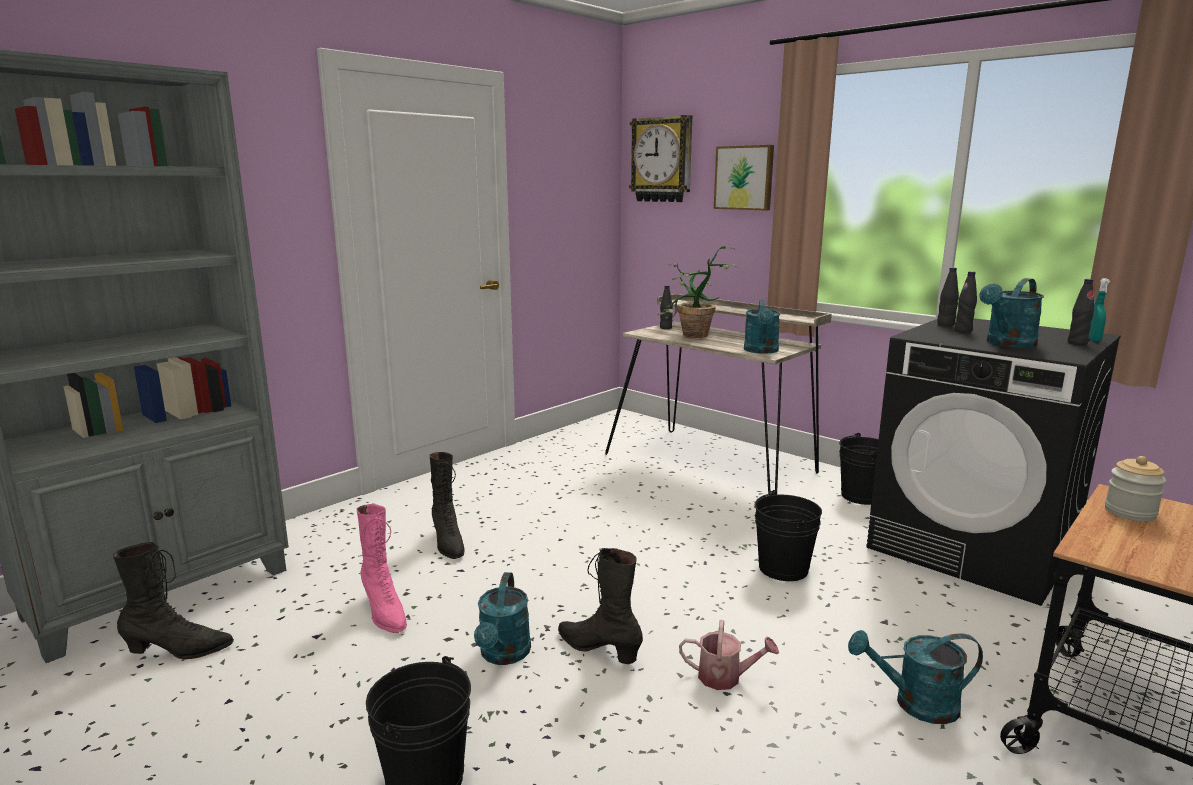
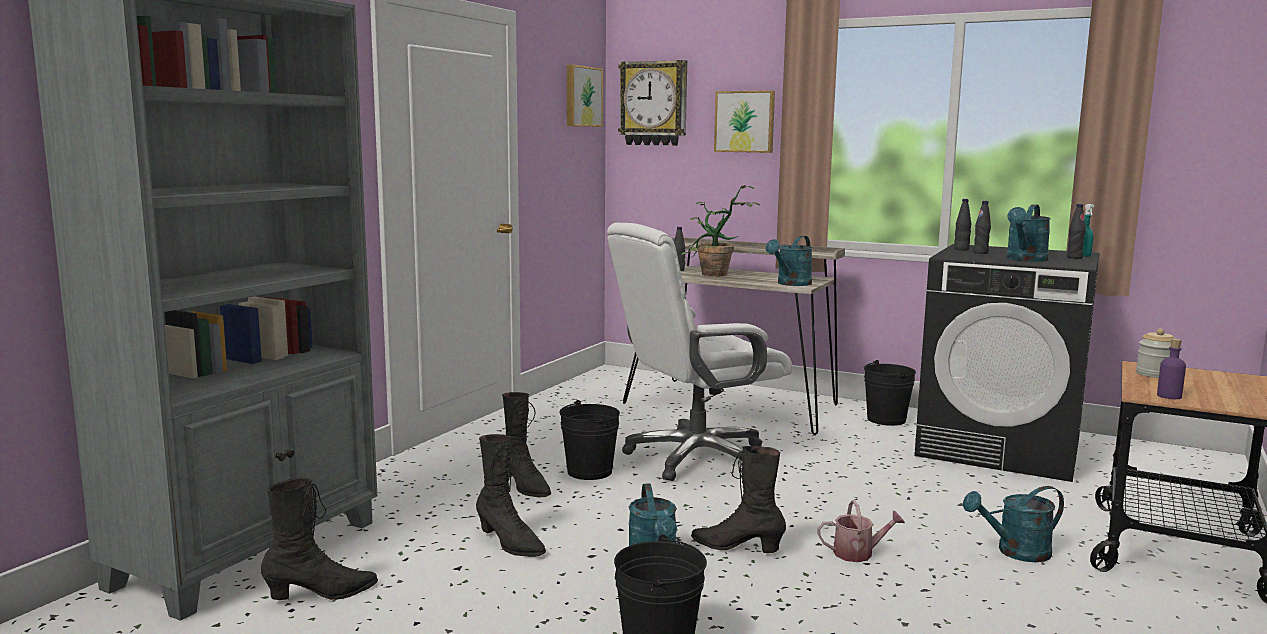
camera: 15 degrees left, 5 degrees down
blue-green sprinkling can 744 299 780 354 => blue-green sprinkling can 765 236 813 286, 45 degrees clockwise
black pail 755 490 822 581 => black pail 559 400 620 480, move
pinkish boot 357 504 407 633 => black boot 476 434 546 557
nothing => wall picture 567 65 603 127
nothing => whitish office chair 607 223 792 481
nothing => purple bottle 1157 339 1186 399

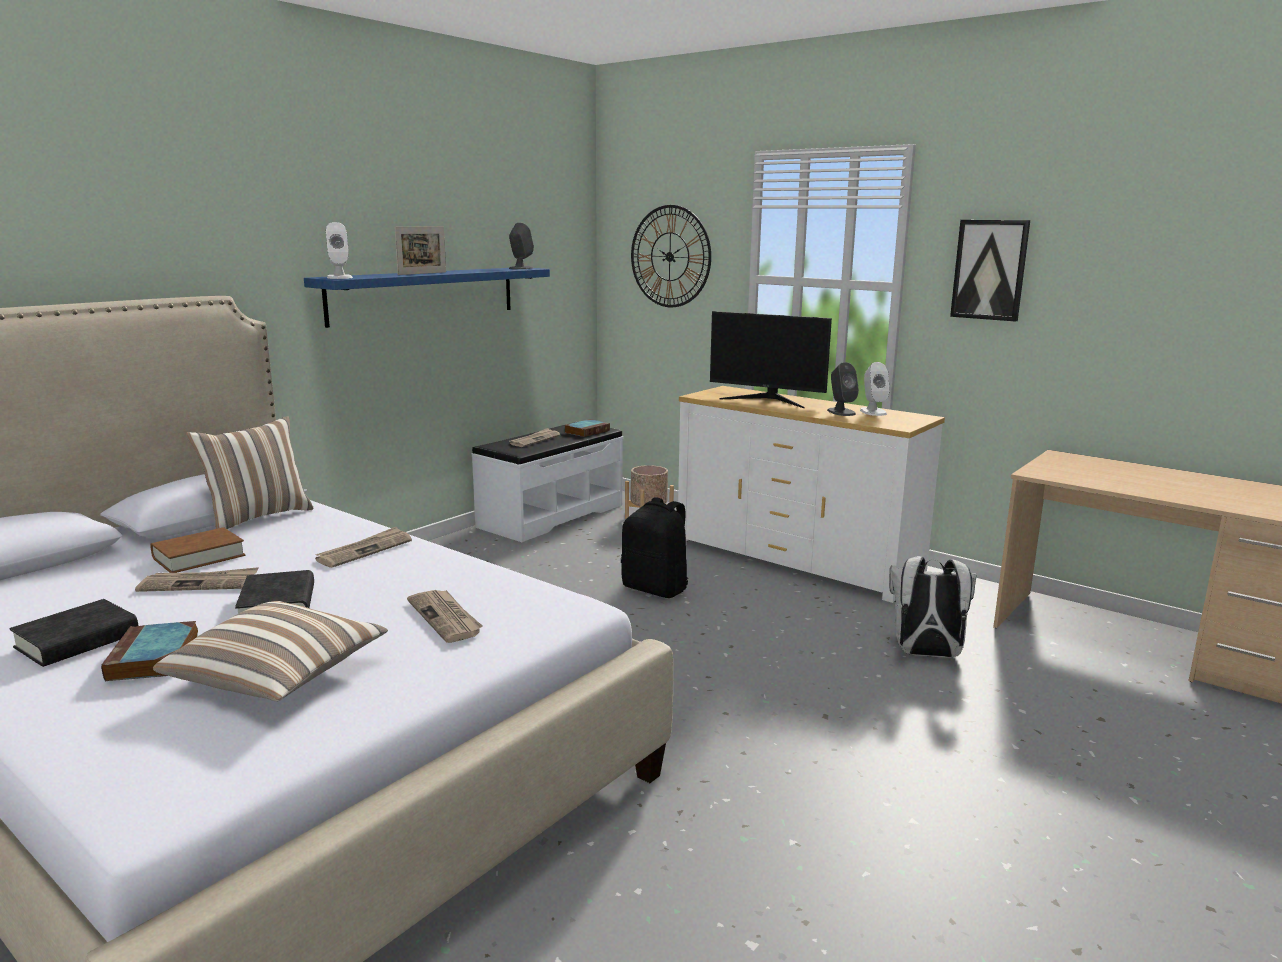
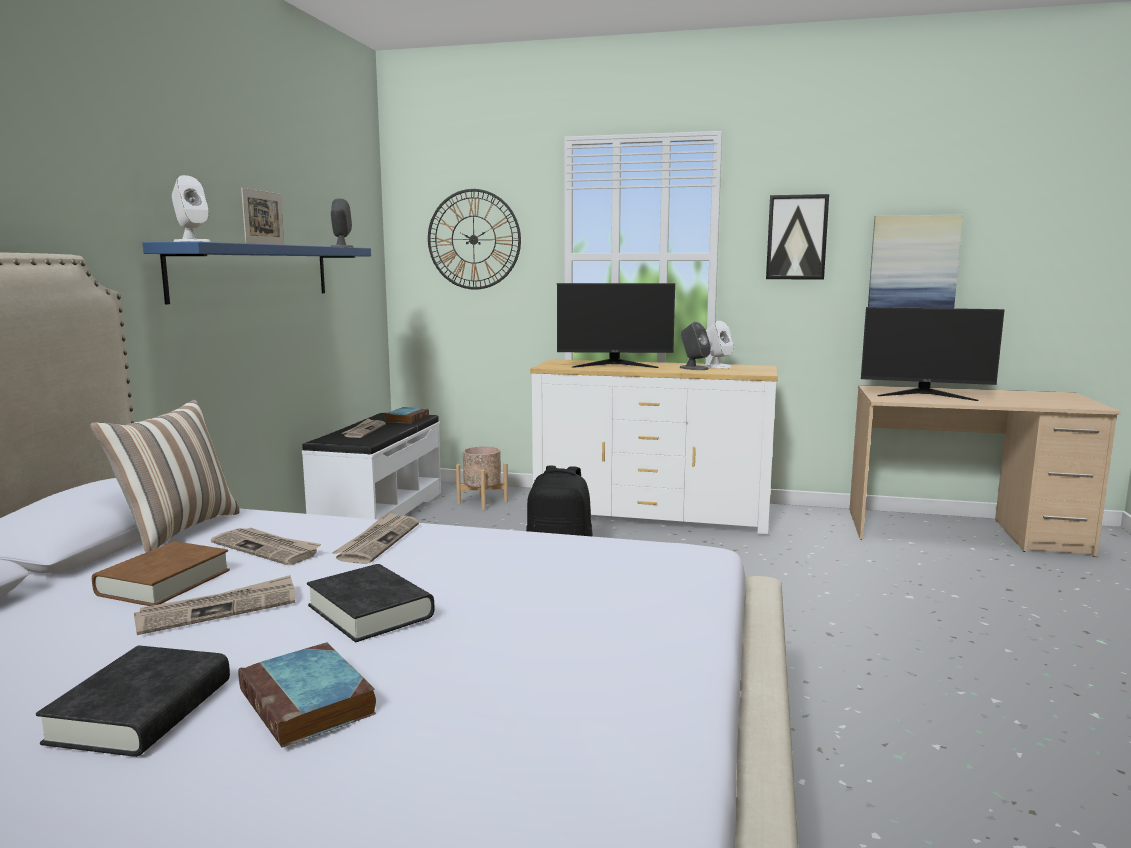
camera: 25 degrees left, 5 degrees down
whitish knapsack 889 556 977 658 => nothing
daily paper 407 590 482 643 => daily paper 211 528 321 565, move
cushion 153 601 388 701 => nothing
nothing => wall picture 868 215 963 308
nothing => computer screen 861 307 1005 401

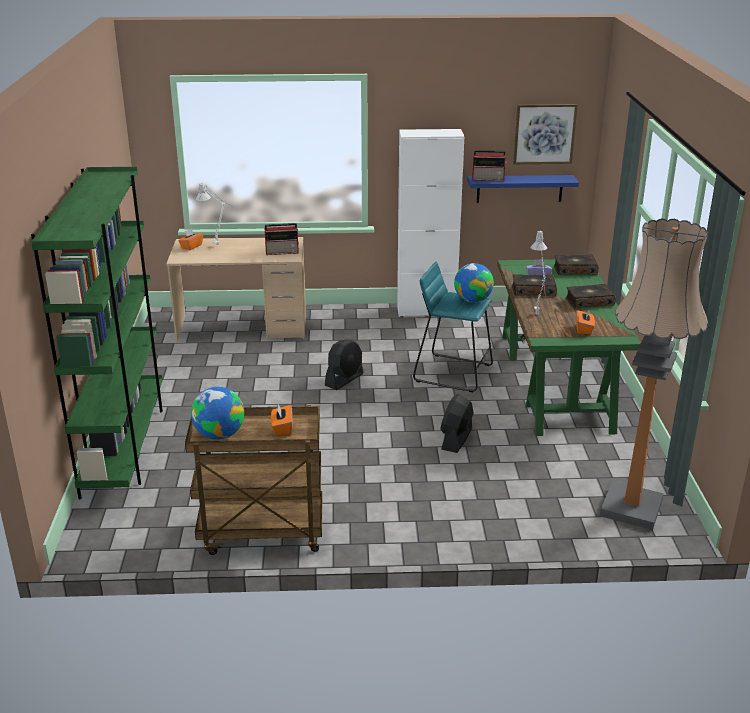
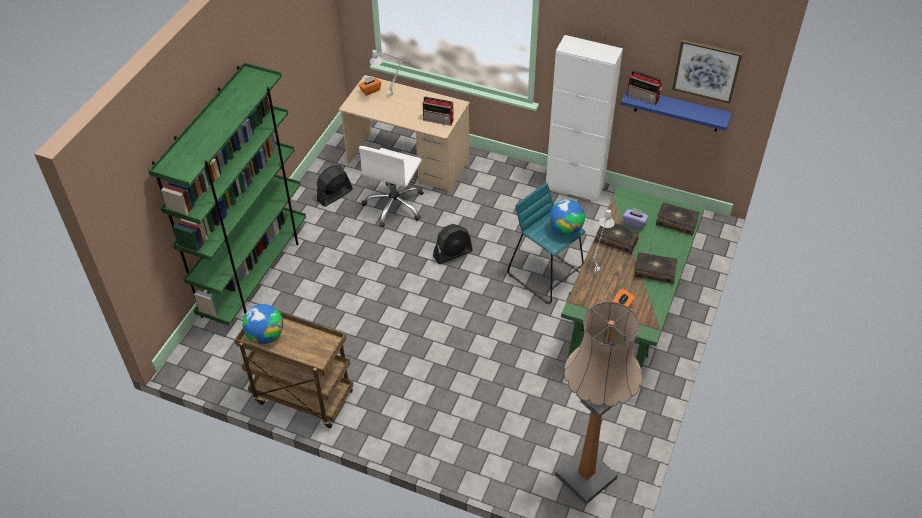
camera: 25 degrees right, 20 degrees up
black fan 440 394 473 453 => black fan 317 165 353 207, move
orange tissue box 271 404 293 436 => nothing
nothing => whitish office chair 359 146 423 227

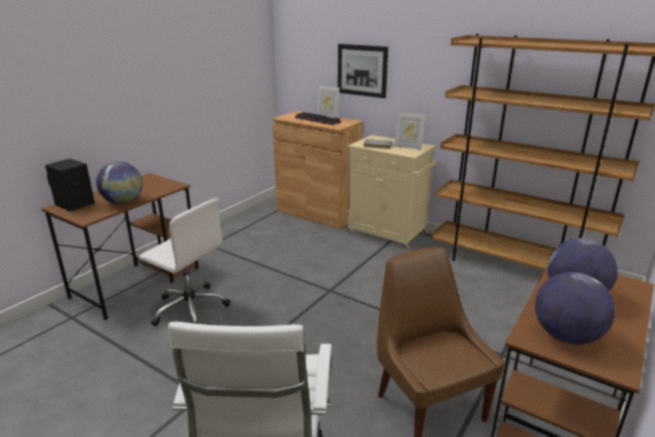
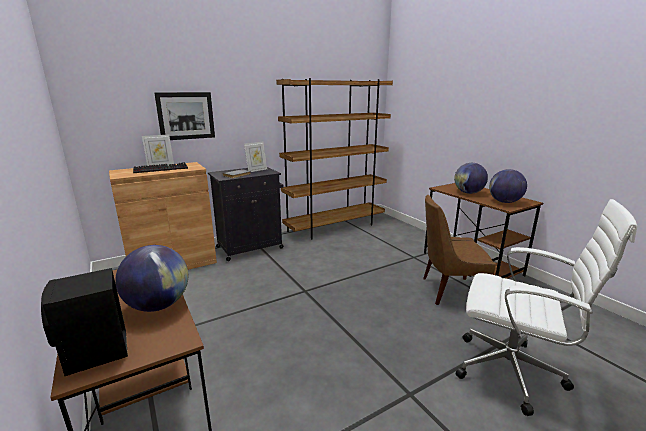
camera: 65 degrees left, 5 degrees down
sand-coloured storage cabinet 346 135 437 250 => black storage cabinet 208 167 284 261
whitish office chair 138 199 230 326 => nothing

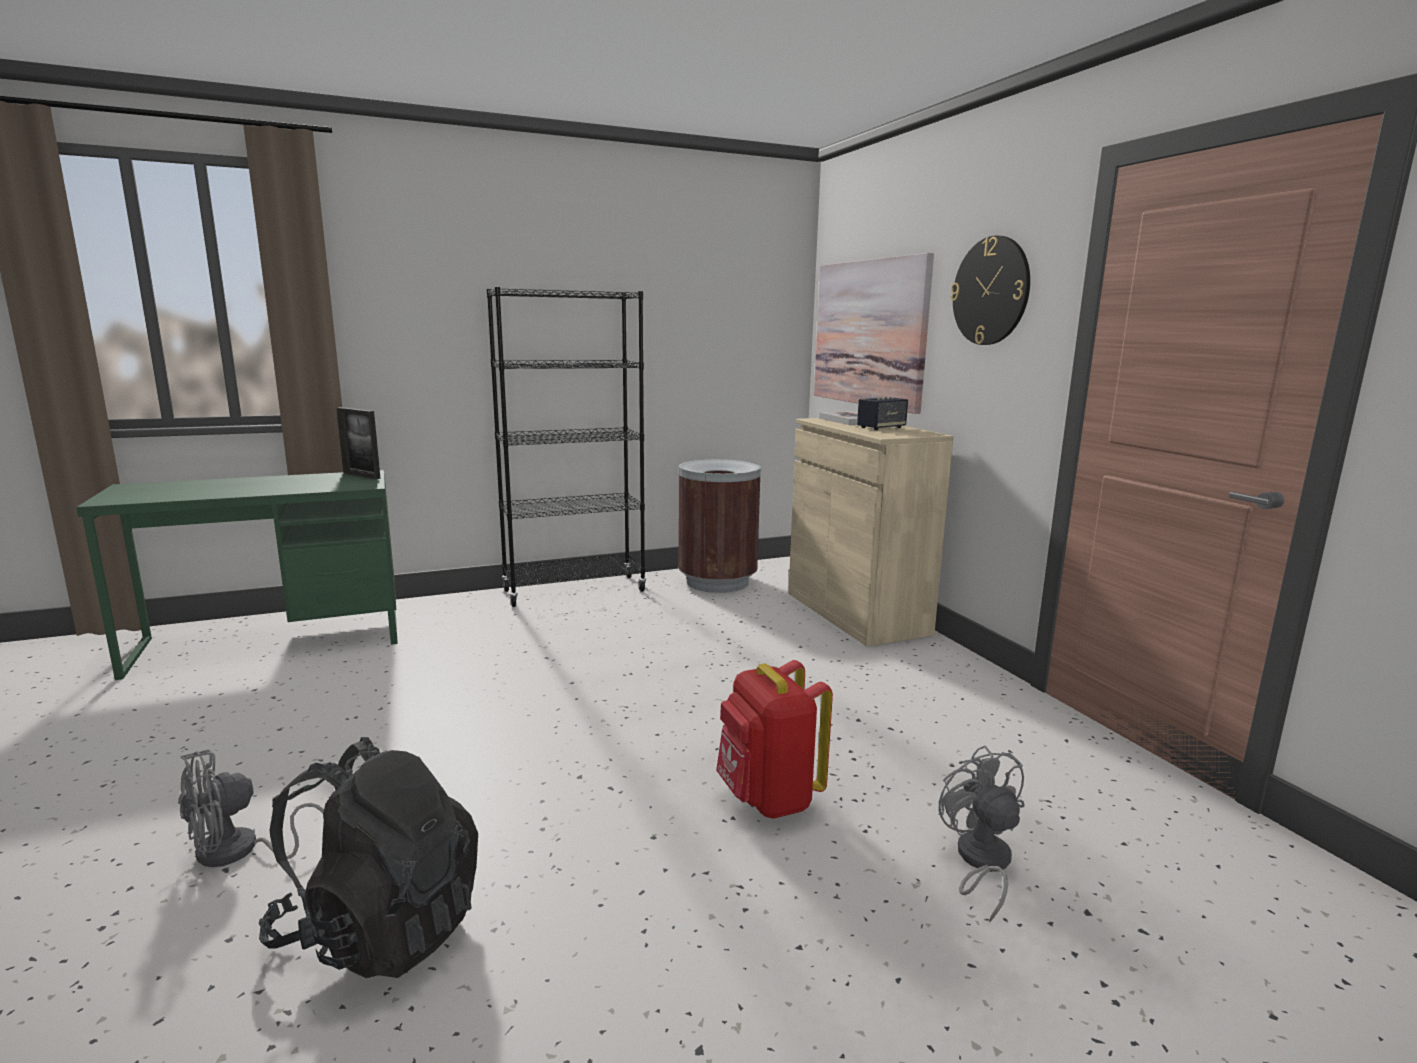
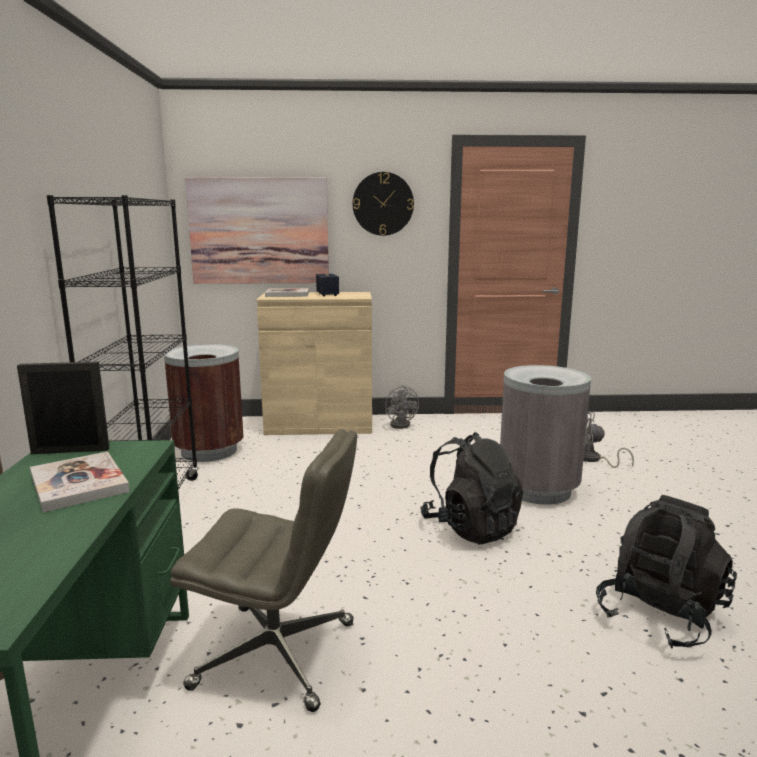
camera: 70 degrees left, 0 degrees up
standing frame 336 407 381 479 => standing frame 17 362 110 454, 150 degrees counterclockwise
red-coloured knapsack 716 660 833 819 => greyish rubbish bin 500 365 591 505
greyish fan 178 749 324 867 => greyish fan 385 385 419 429, move
nothing => greyish office chair 170 429 357 712
nothing => black knapsack 421 432 523 544
nothing => volume 30 451 130 512

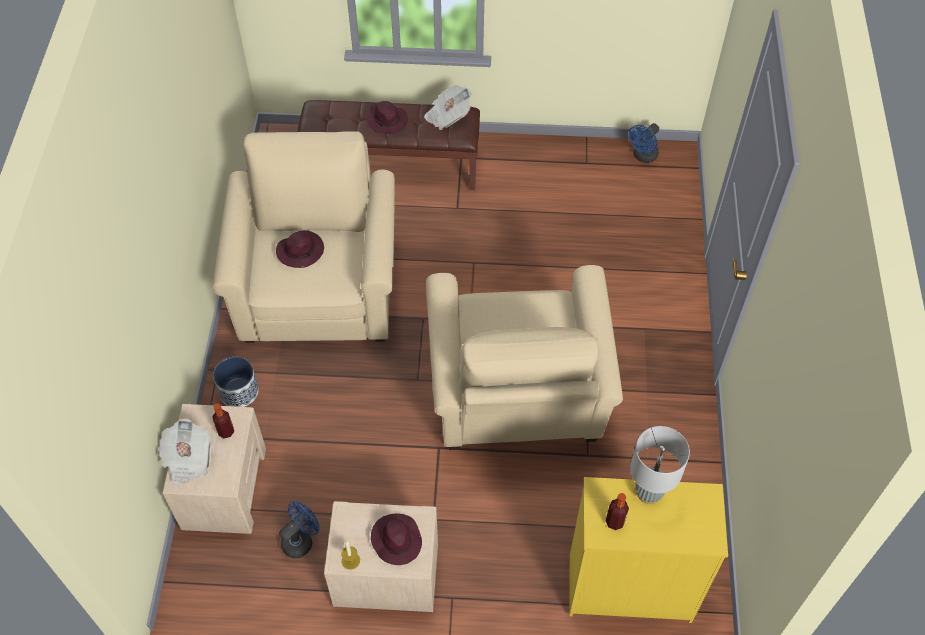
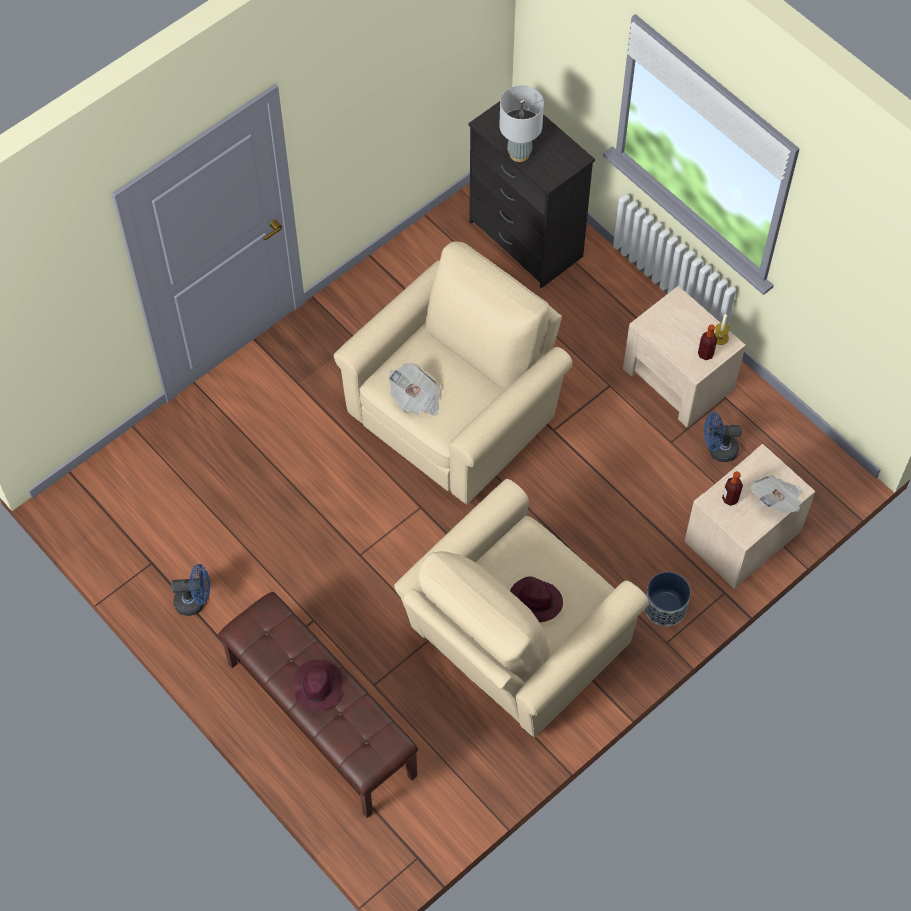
camera: 135 degrees left, 5 degrees up
daily paper 424 85 471 130 => daily paper 389 363 441 416, move
blue fan 629 123 659 163 => blue fan 171 564 210 616, move
yellowish chest of drawers 569 477 728 623 => black chest of drawers 469 101 595 288
bottle 606 493 629 530 => bottle 698 324 717 360, move
purple clothing hat 371 513 422 565 => nothing

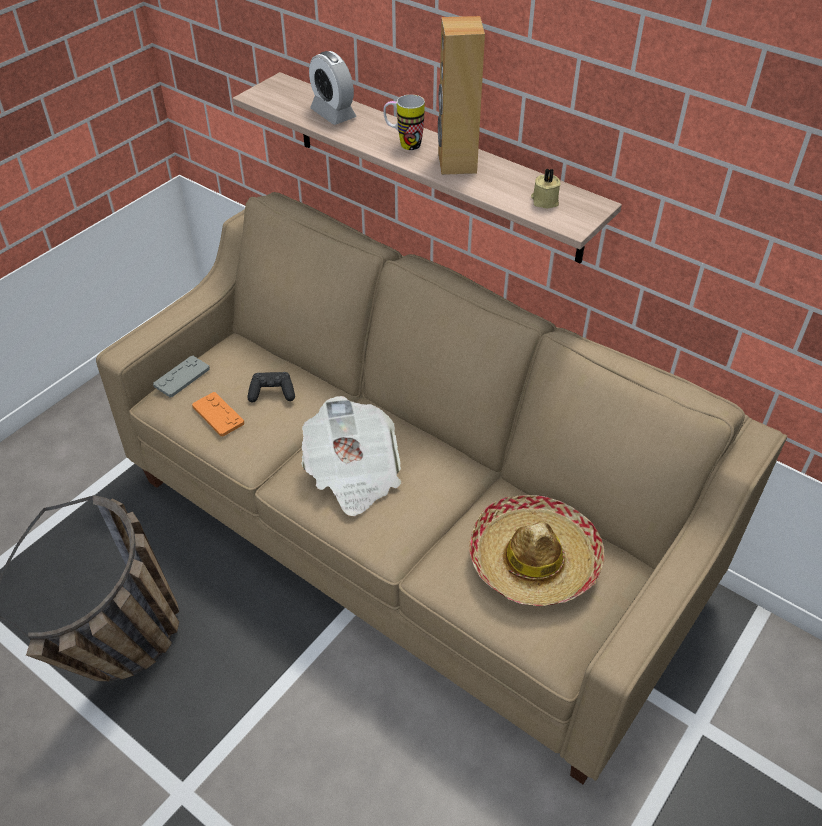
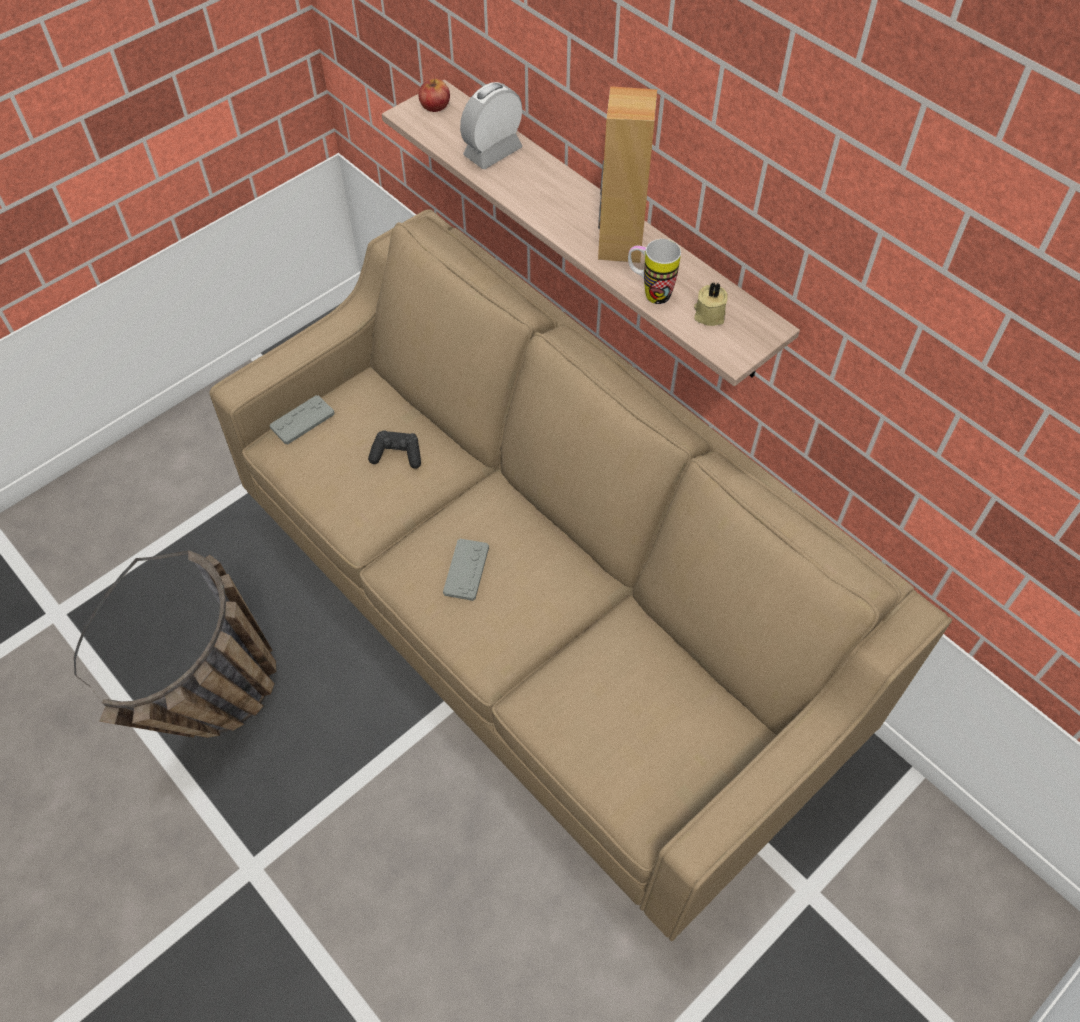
camera: 10 degrees right, 10 degrees up
bedside clock 309 51 356 125 => bedside clock 460 82 522 169, 75 degrees clockwise
mug 383 95 425 150 => mug 628 239 681 304, move
orange gamepad 192 392 244 436 => nothing
daily paper 301 396 401 516 => greyish gamepad 443 539 489 601
clothing hat 469 495 605 606 => nothing
nothing => whole apple 418 78 450 112

